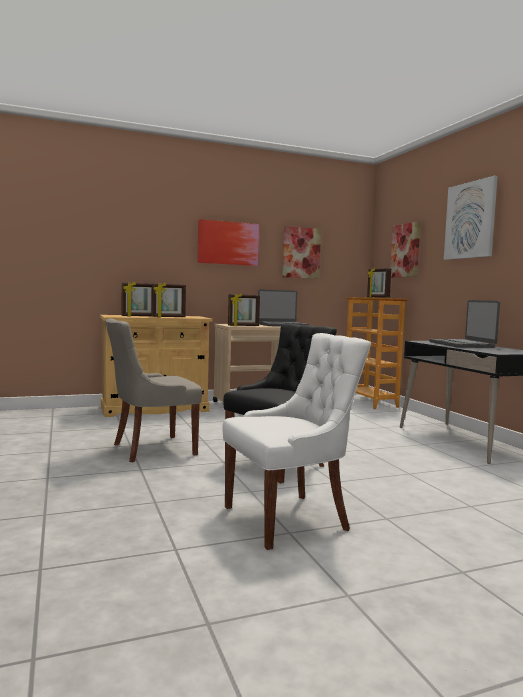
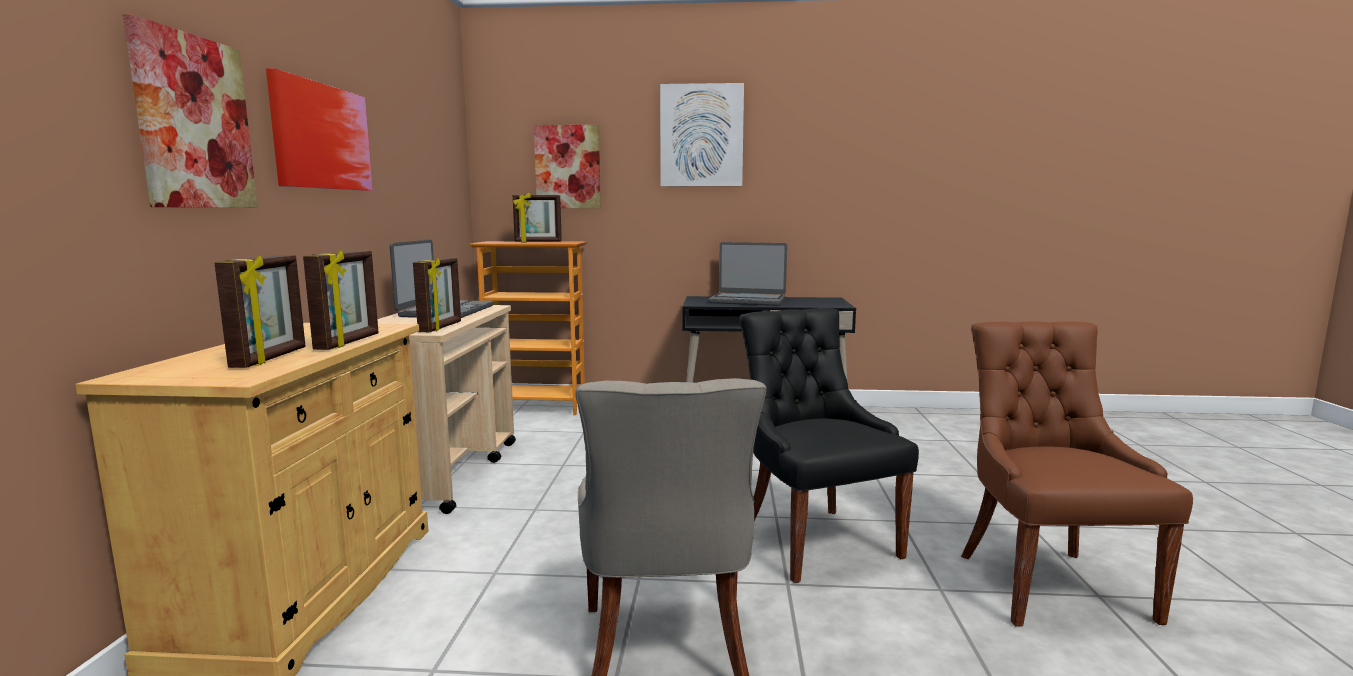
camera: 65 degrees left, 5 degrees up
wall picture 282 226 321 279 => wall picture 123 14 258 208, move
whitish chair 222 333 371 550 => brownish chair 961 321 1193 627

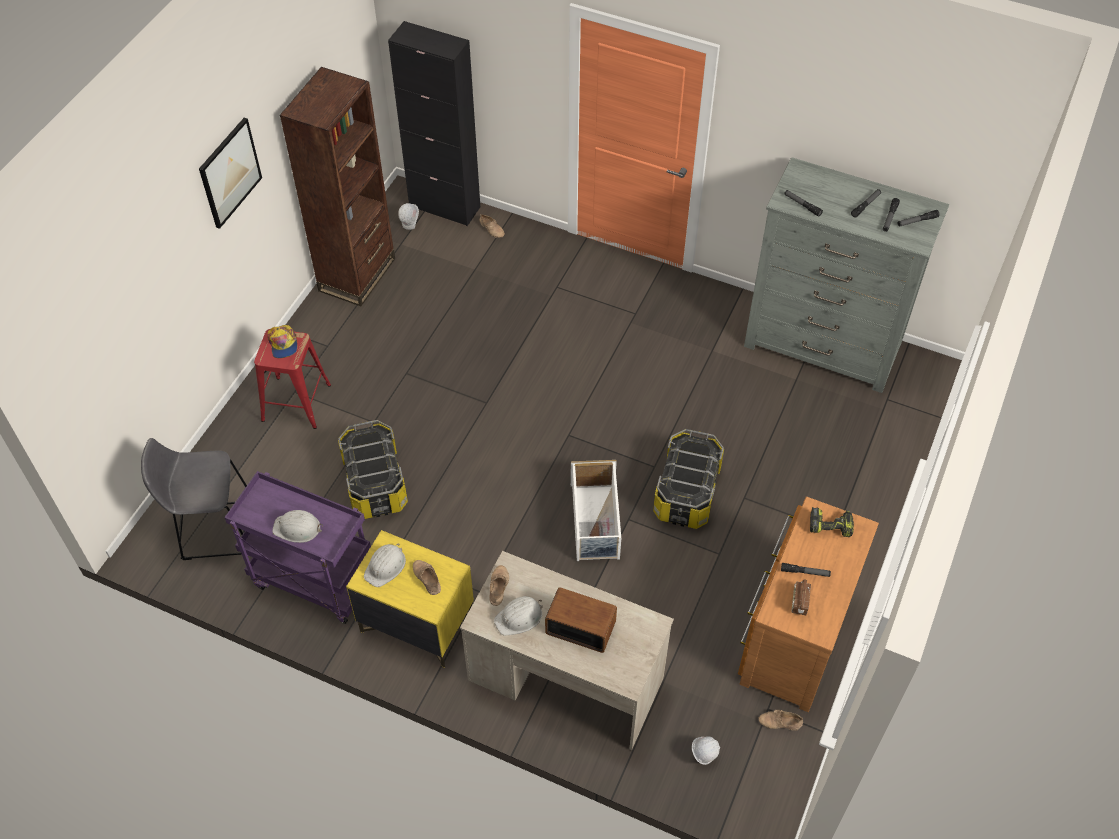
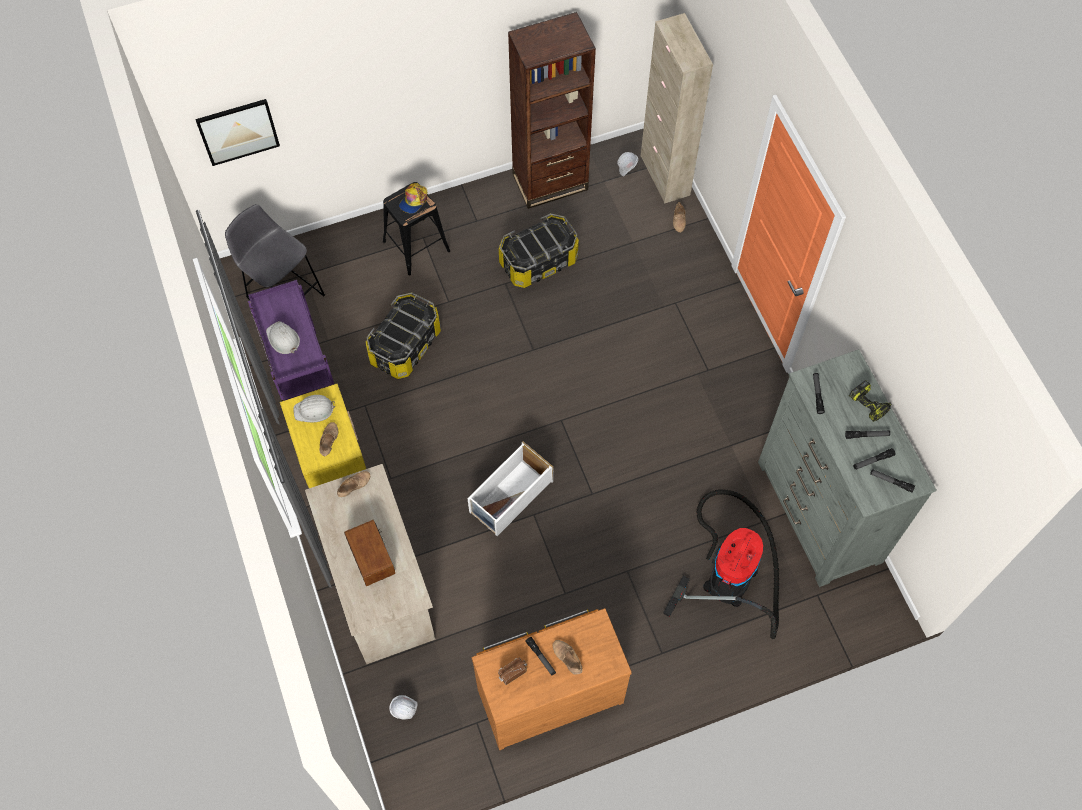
camera: 45 degrees right, 10 degrees up
black storage cabinet 388 21 480 226 => sand-coloured storage cabinet 641 13 713 204
wall picture 199 118 262 229 => wall picture 195 99 280 166, move
red-coloured stool 254 329 331 429 => black stool 383 182 450 276
storage box 653 429 724 529 => storage box 499 213 579 288, move
power drill 810 507 854 537 => power drill 849 380 892 421, move
whitish safety helmet 494 596 543 636 => nothing
sand-coloured item of footwear 758 710 803 731 => sand-coloured item of footwear 553 640 583 675, move
nothing => vacuum 663 489 779 639

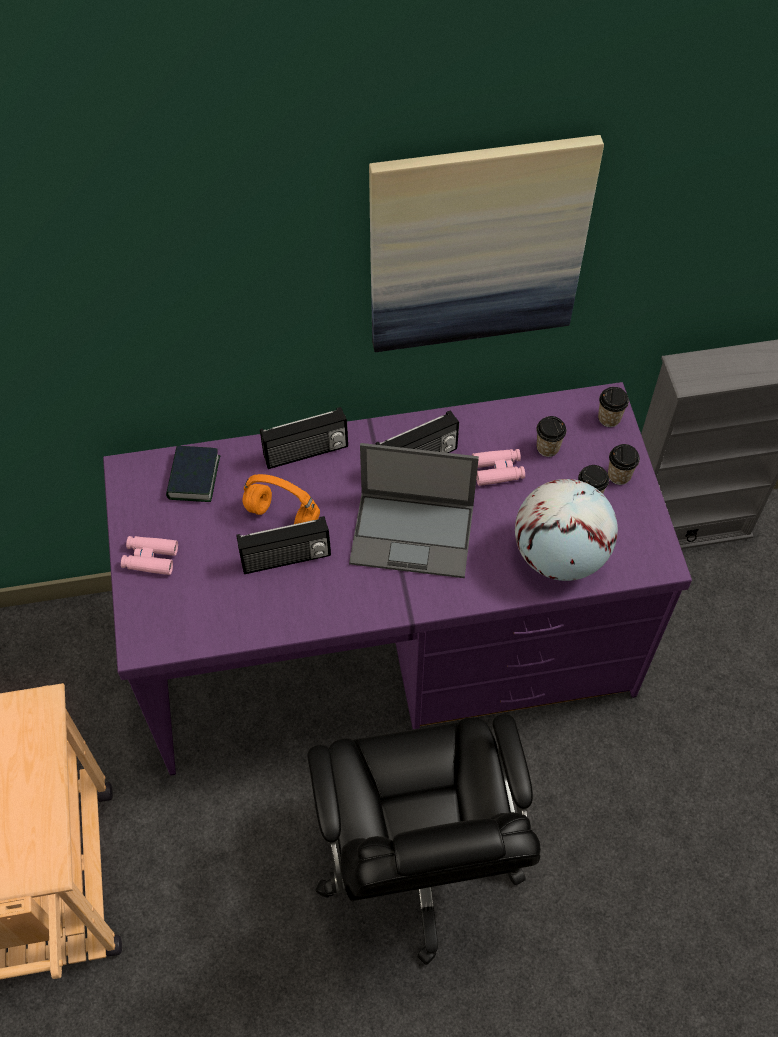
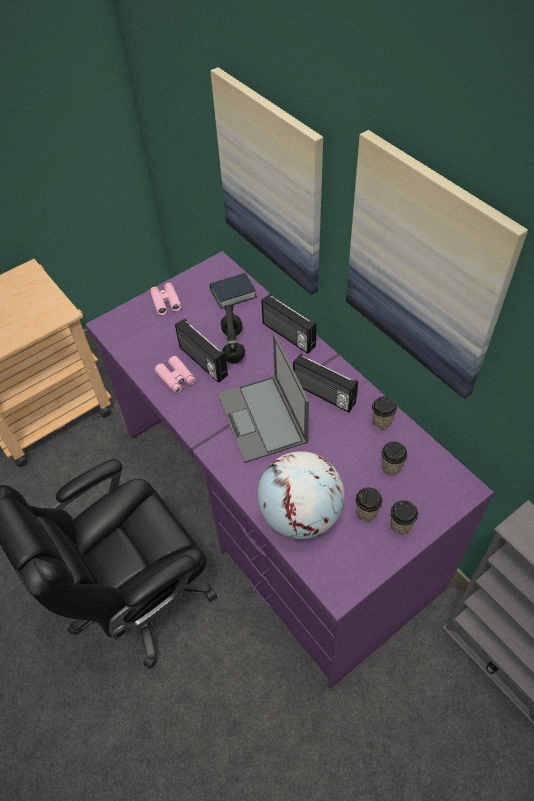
camera: 65 degrees right, 5 degrees down
small cup 598 387 629 427 => small cup 372 396 397 430, move
pinkish binoculars 472 449 525 486 => pinkish binoculars 155 356 196 393, move
orange headphones 242 474 320 524 => black headphones 221 305 245 363
nothing => wall picture 210 67 323 295

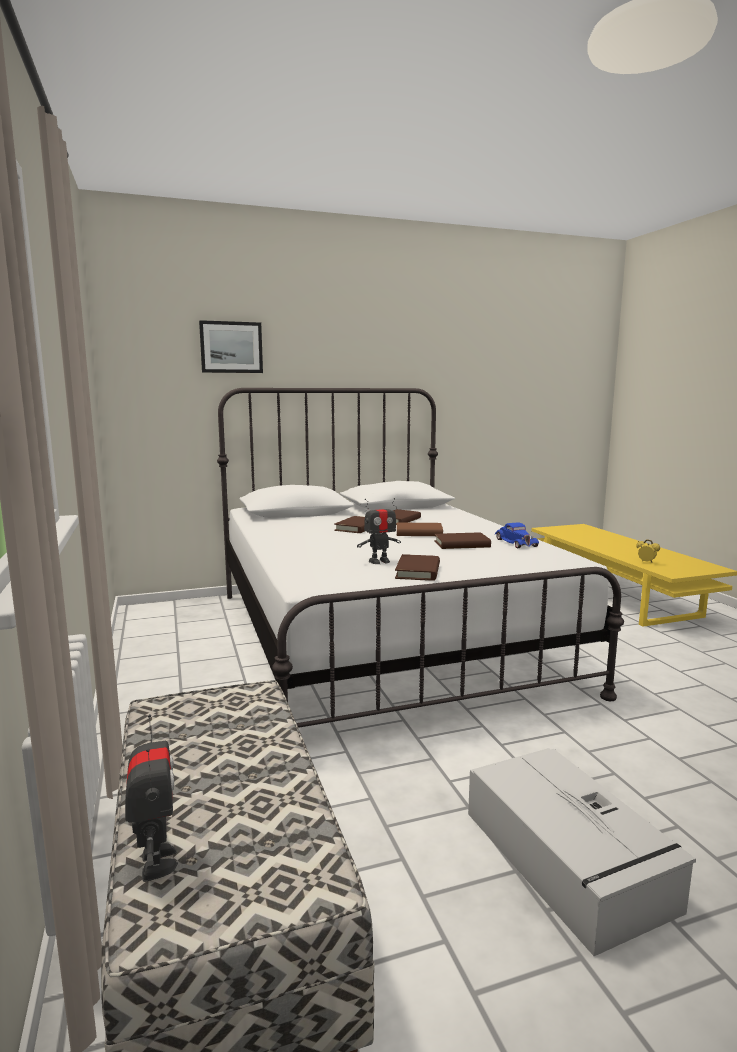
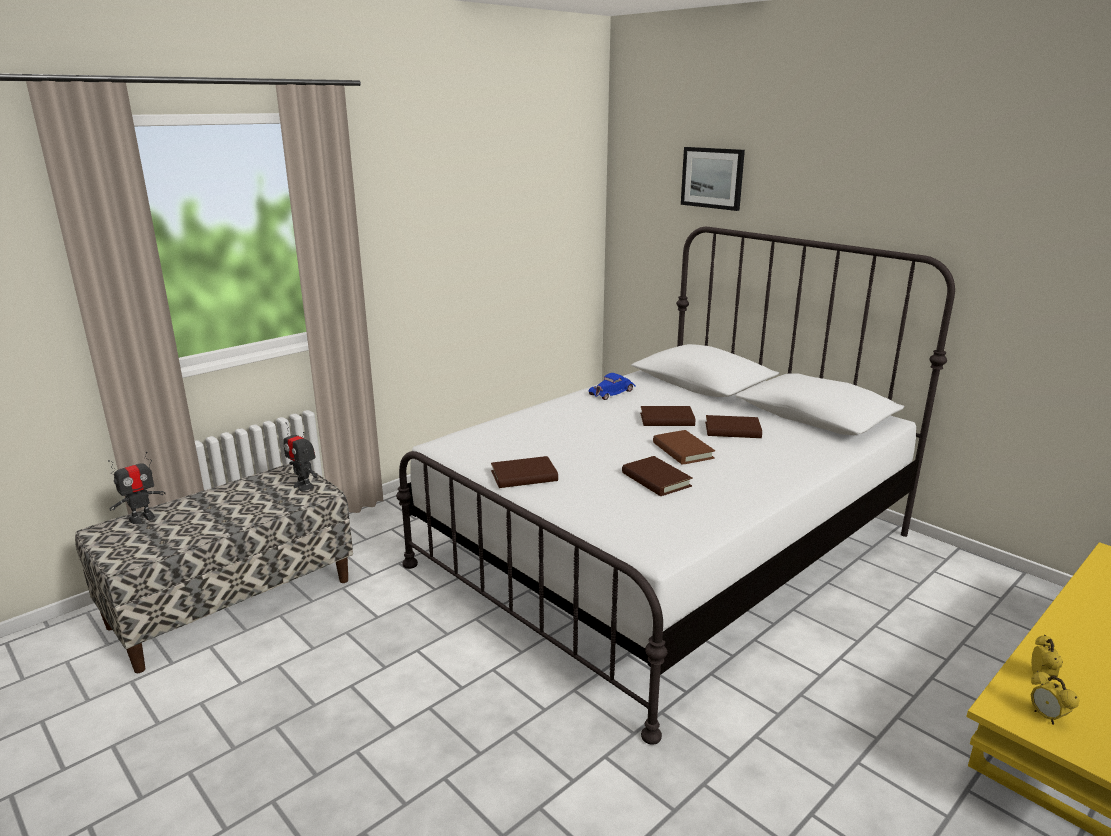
camera: 65 degrees right, 10 degrees up
model robot 357 498 401 564 => model robot 283 422 317 491, move
blue model car 494 522 539 548 => blue model car 588 373 636 400, move
greyish storage box 468 748 696 956 => nothing
nothing => bedside clock 1030 671 1079 725

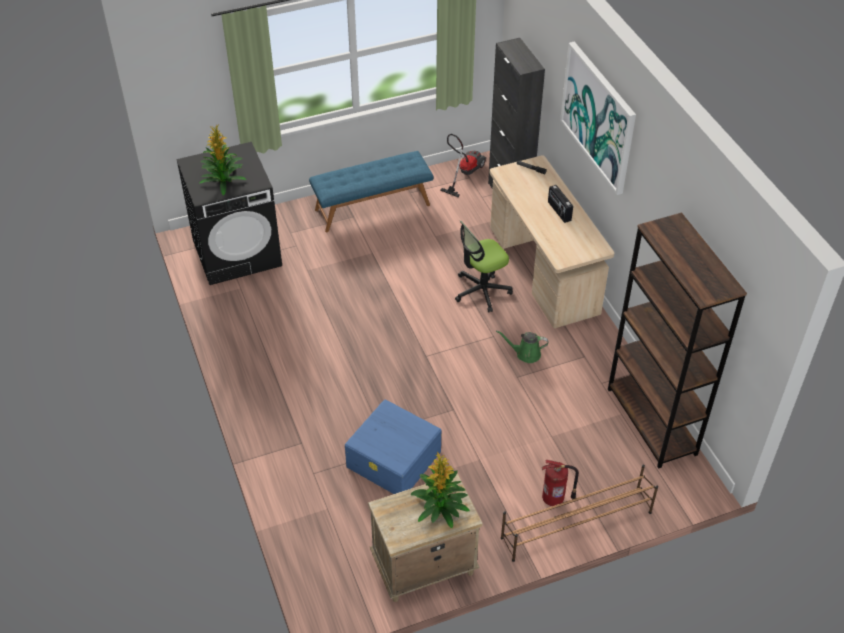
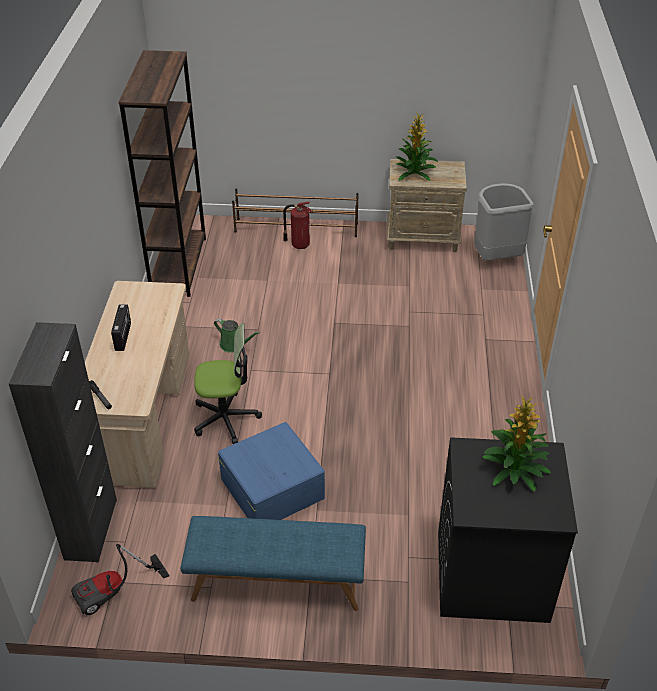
camera: 155 degrees left, 5 degrees down
wall picture 560 42 636 195 => nothing
blue storage box 345 400 442 494 => blue storage box 218 422 325 520, move
nothing => greyish rubbish bin 474 183 534 261

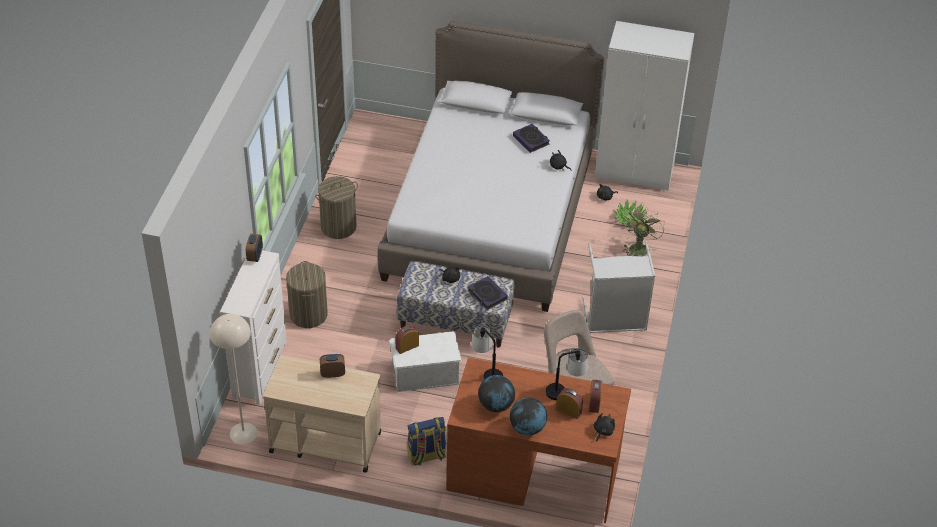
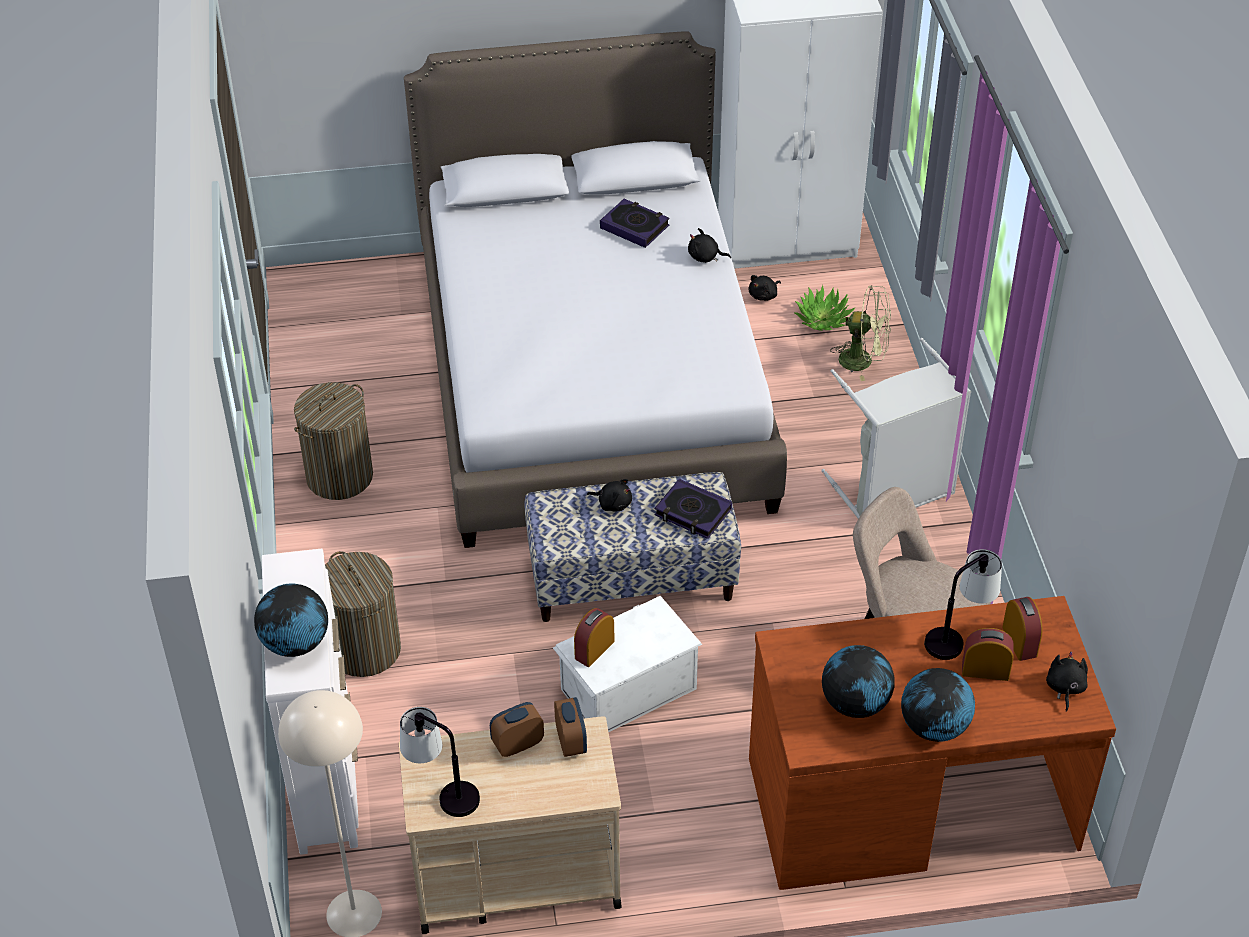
camera: 20 degrees left, 0 degrees up
greenish fan 623 207 665 256 => greenish fan 830 285 891 381, 105 degrees clockwise
bedside clock 246 234 263 262 => bedside clock 554 697 587 757, move
tabletop lamp 471 325 503 380 => tabletop lamp 400 707 480 817, move
knapsack 407 417 446 466 => nothing
nothing => world globe 254 584 328 657

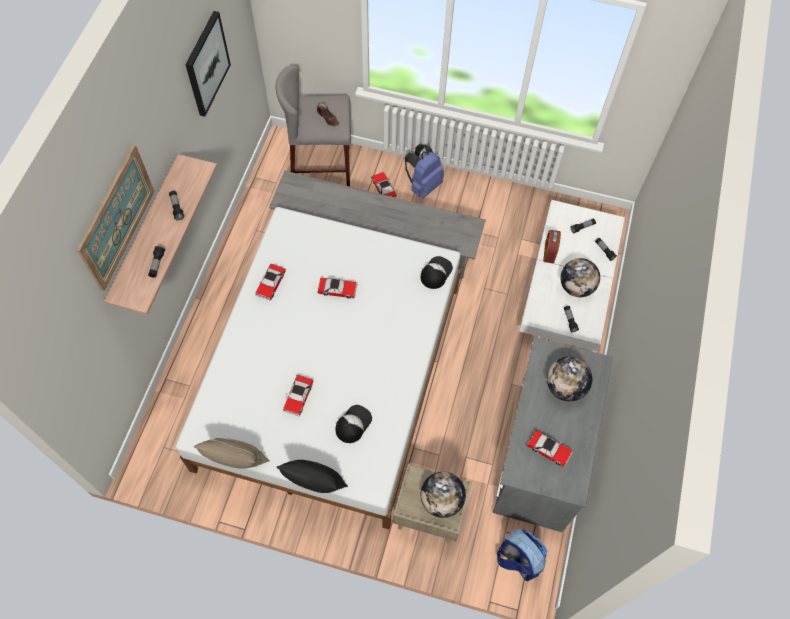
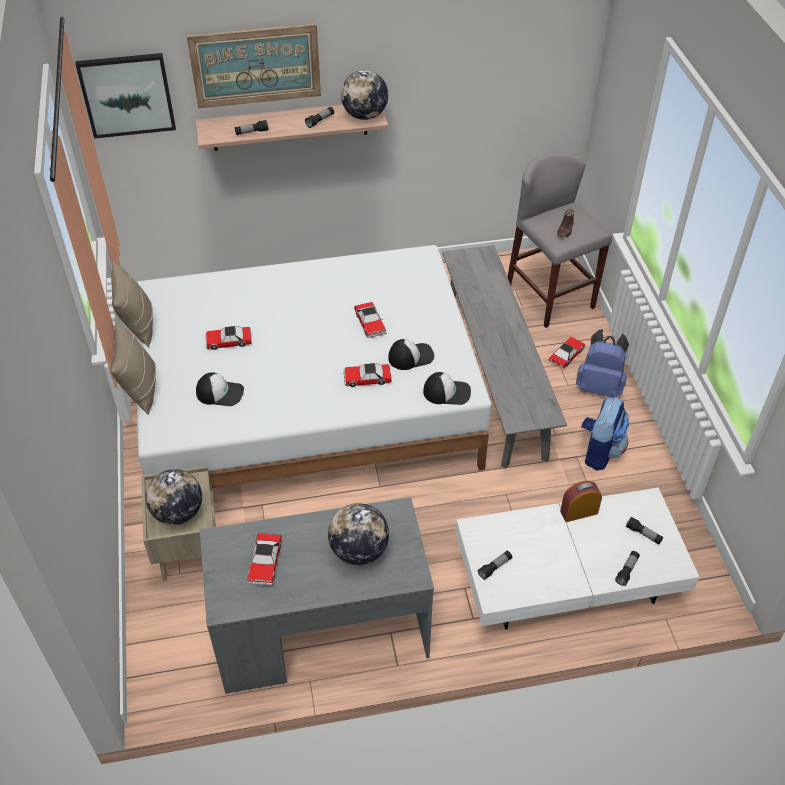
camera: 65 degrees right, 15 degrees down
wall picture 185 11 231 117 => wall picture 75 53 176 139, move
world globe 560 258 600 297 => world globe 341 70 388 120, move
model car 255 264 286 301 => model car 343 363 392 387, move
black cushion 277 460 348 493 => sand-coloured cushion 110 321 156 415
knapsack 497 529 547 581 => knapsack 581 397 629 471, move
nothing => peaked cap 388 339 434 370

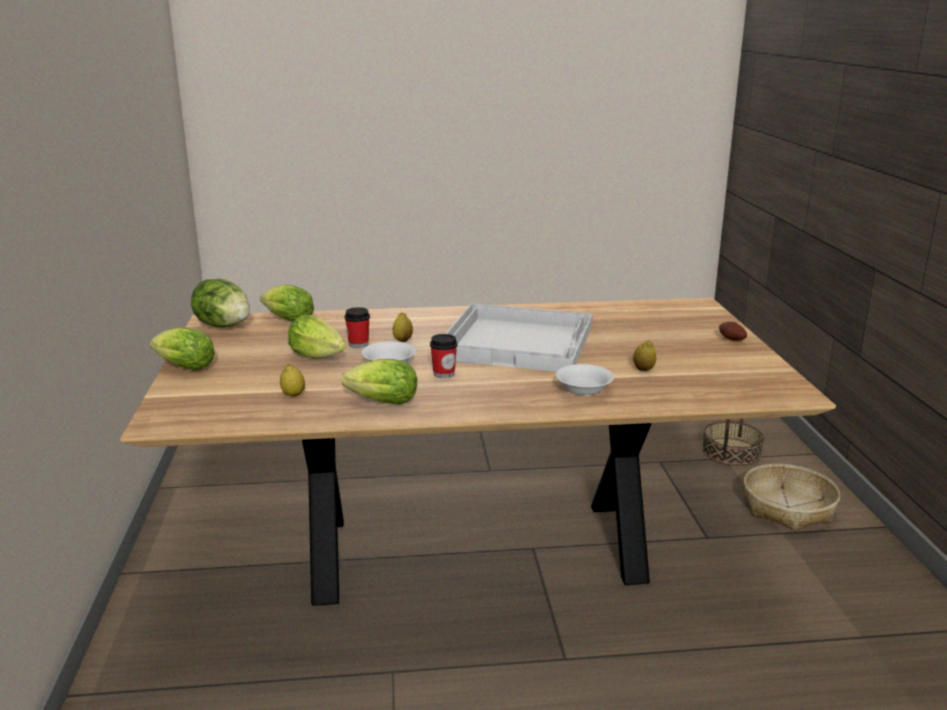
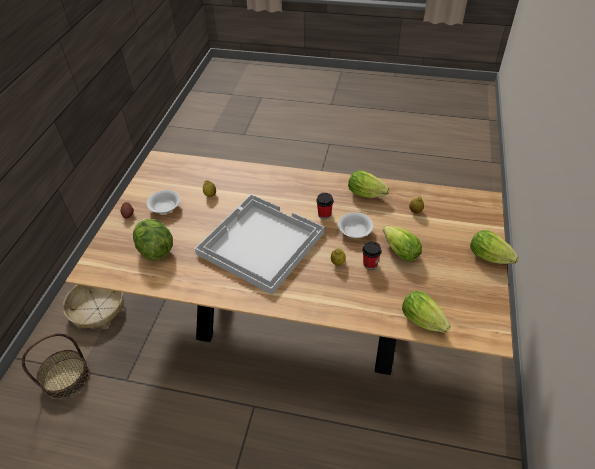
camera: 160 degrees left, 25 degrees up
head of lettuce 191 279 250 328 => head of lettuce 133 219 173 260, move
whitish bowl 556 364 614 396 => whitish bowl 147 190 180 214, move

